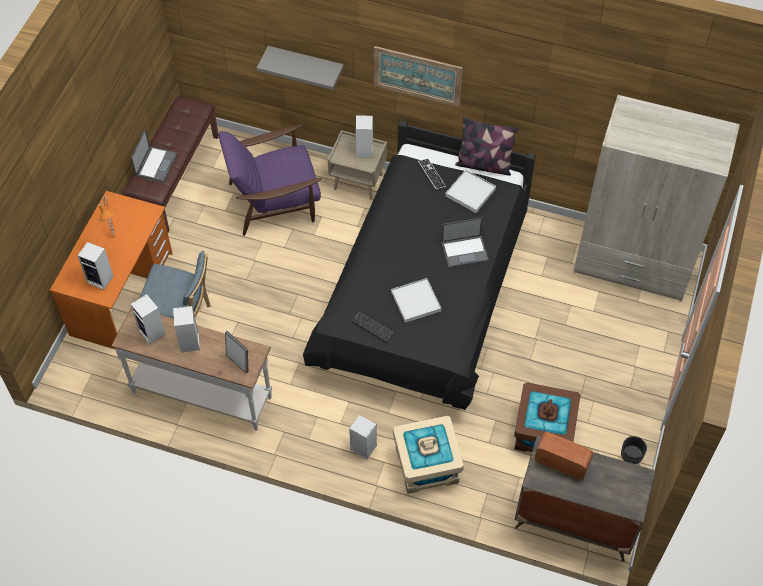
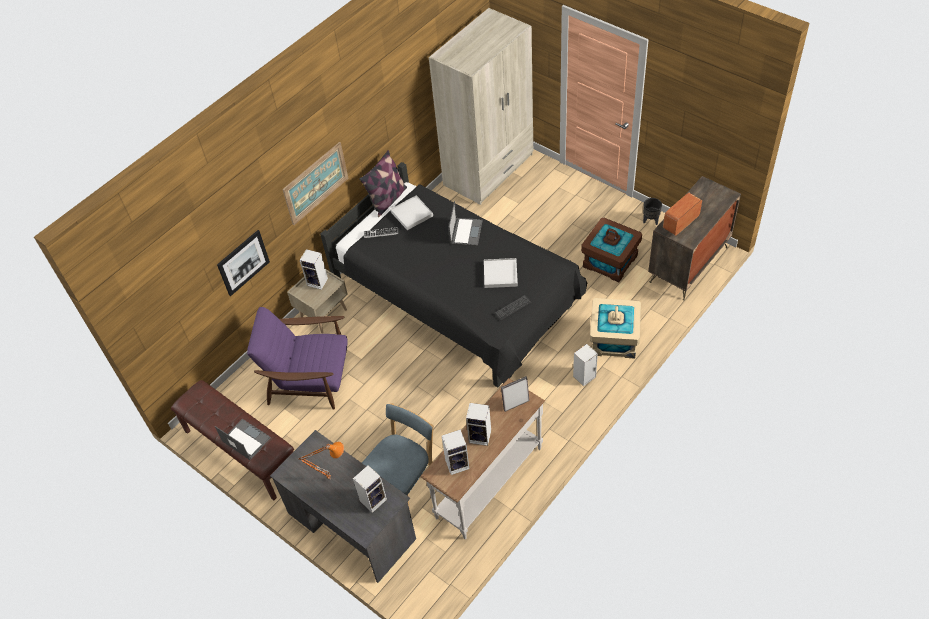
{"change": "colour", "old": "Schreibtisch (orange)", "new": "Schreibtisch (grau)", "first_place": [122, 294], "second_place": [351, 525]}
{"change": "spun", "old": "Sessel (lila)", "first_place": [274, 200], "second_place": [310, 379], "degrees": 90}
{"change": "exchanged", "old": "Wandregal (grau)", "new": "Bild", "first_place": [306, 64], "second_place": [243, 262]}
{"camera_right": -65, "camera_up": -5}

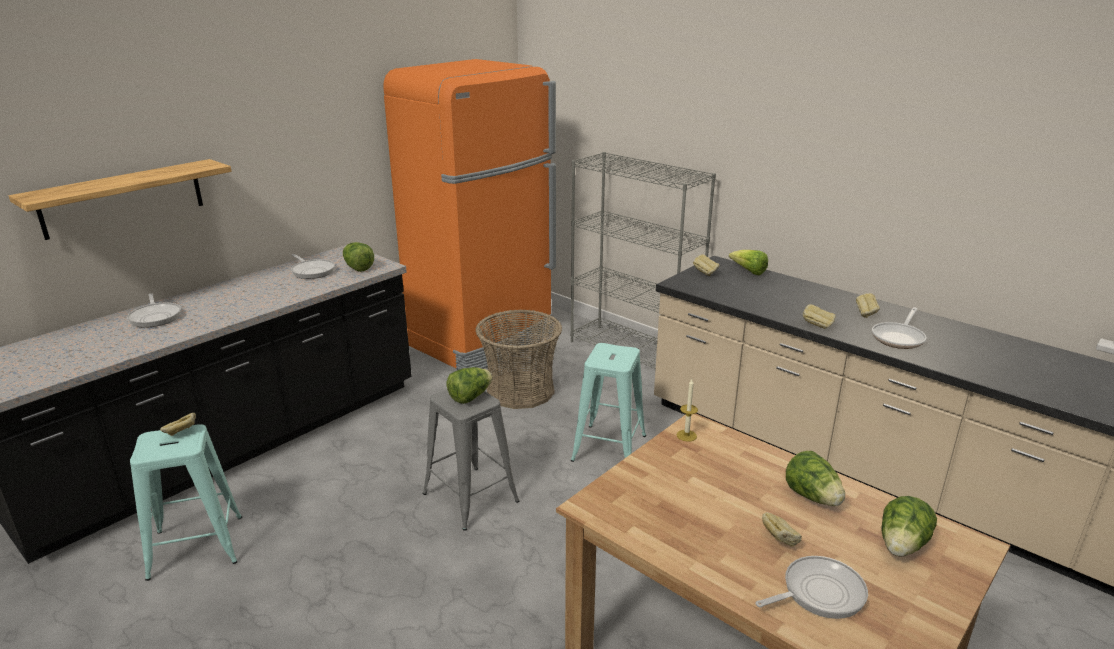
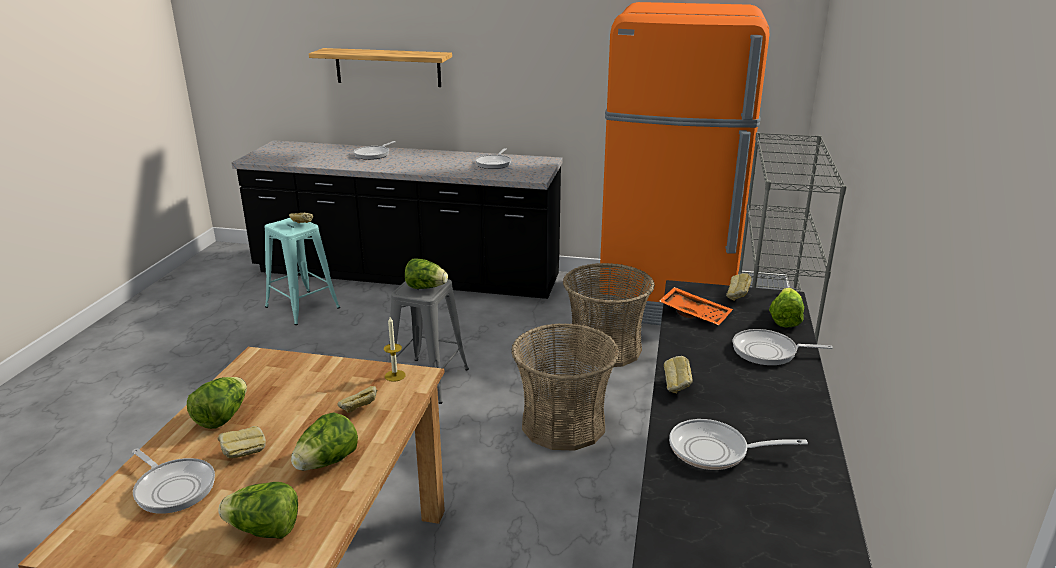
{"change": "relocated", "old": "Salatkopf", "first_place": [357, 268], "second_place": [222, 417]}
{"change": "exchanged", "old": "Hocker (türkis)", "new": "Korb", "first_place": [609, 448], "second_place": [563, 424]}
{"change": "relocated", "old": "Brot", "first_place": [866, 314], "second_place": [359, 411]}
{"change": "appeared", "new": "Tablett (orange)", "second_place": [695, 313]}
{"change": "appeared", "new": "Pfanne", "second_place": [768, 352]}
{"camera_right": 60, "camera_up": 0}

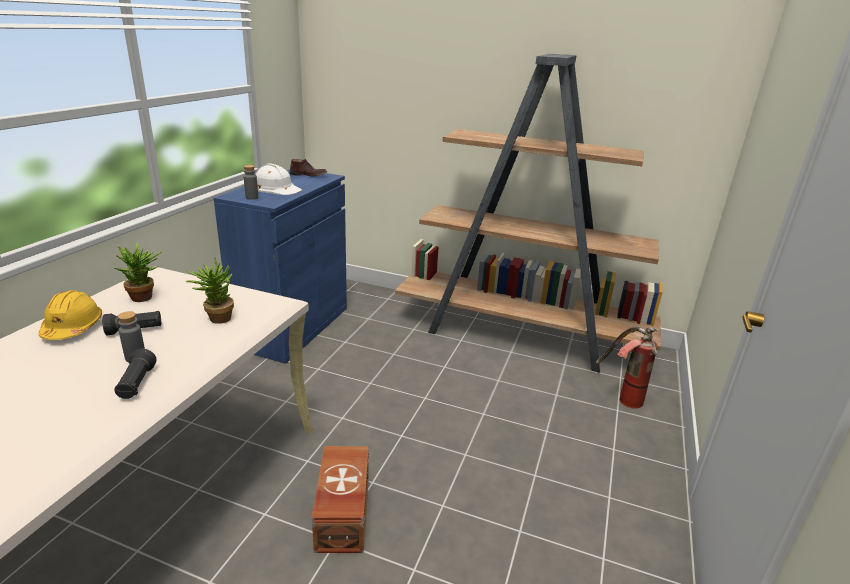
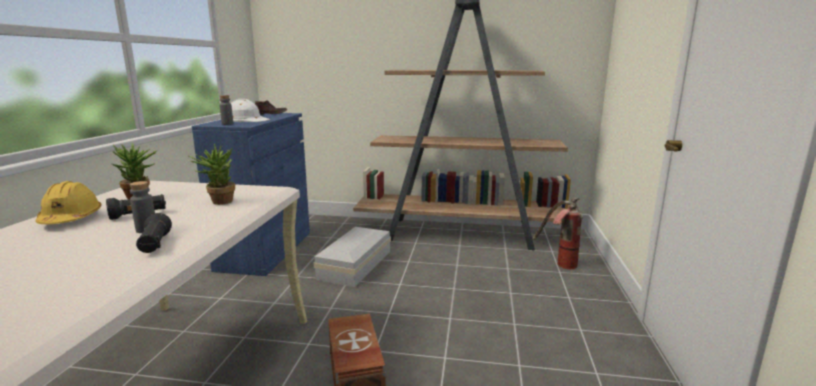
{"change": "appeared", "new": "Aufbewahrungsbox (weiß)", "second_place": [357, 264]}
{"camera_right": -10, "camera_up": -10}

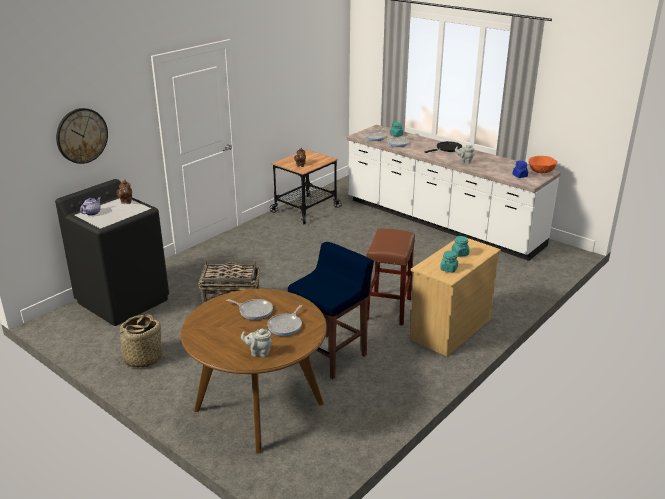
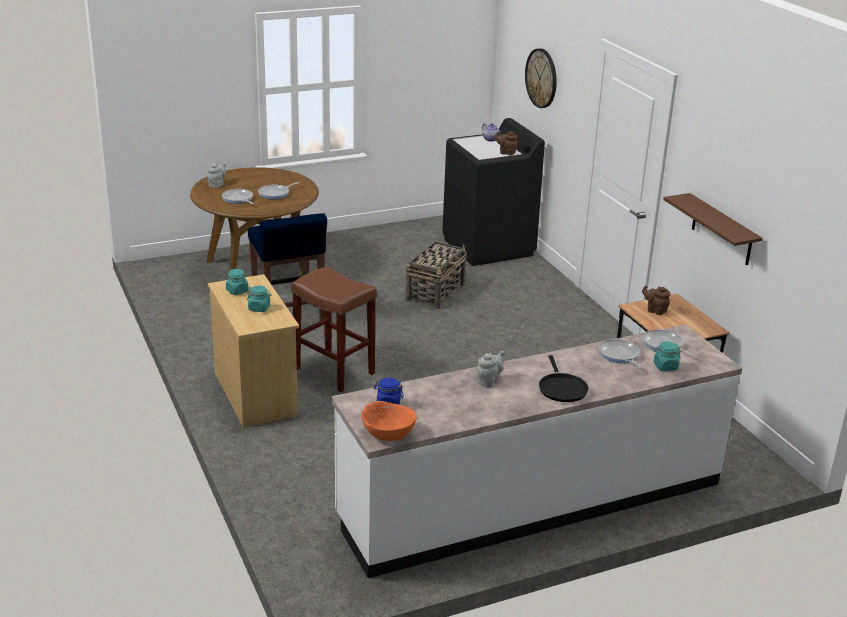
{"change": "missing", "old": "Korb", "first_place": [143, 358]}
{"change": "appeared", "new": "Wandregal (braun)", "second_place": [722, 230]}
{"camera_right": 115, "camera_up": 0}

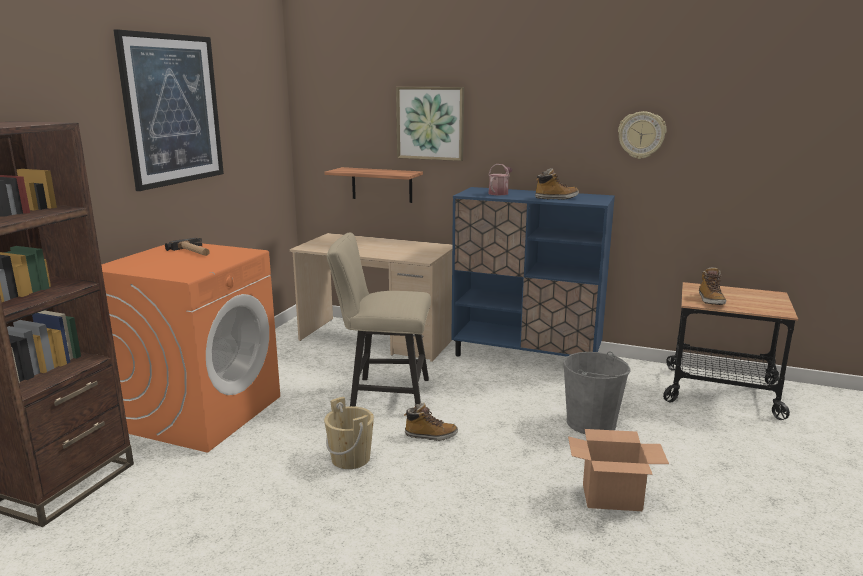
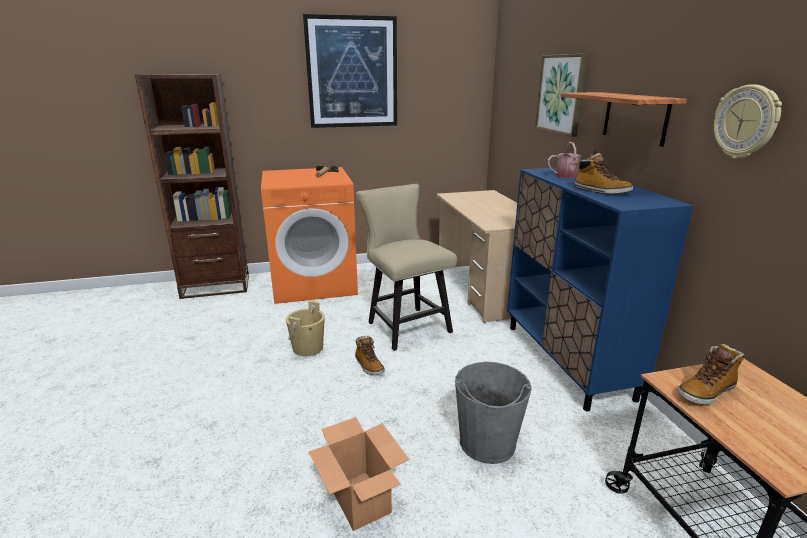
{"change": "relocated", "old": "Wandregal", "first_place": [381, 185], "second_place": [635, 118]}
{"camera_right": 55, "camera_up": 5}

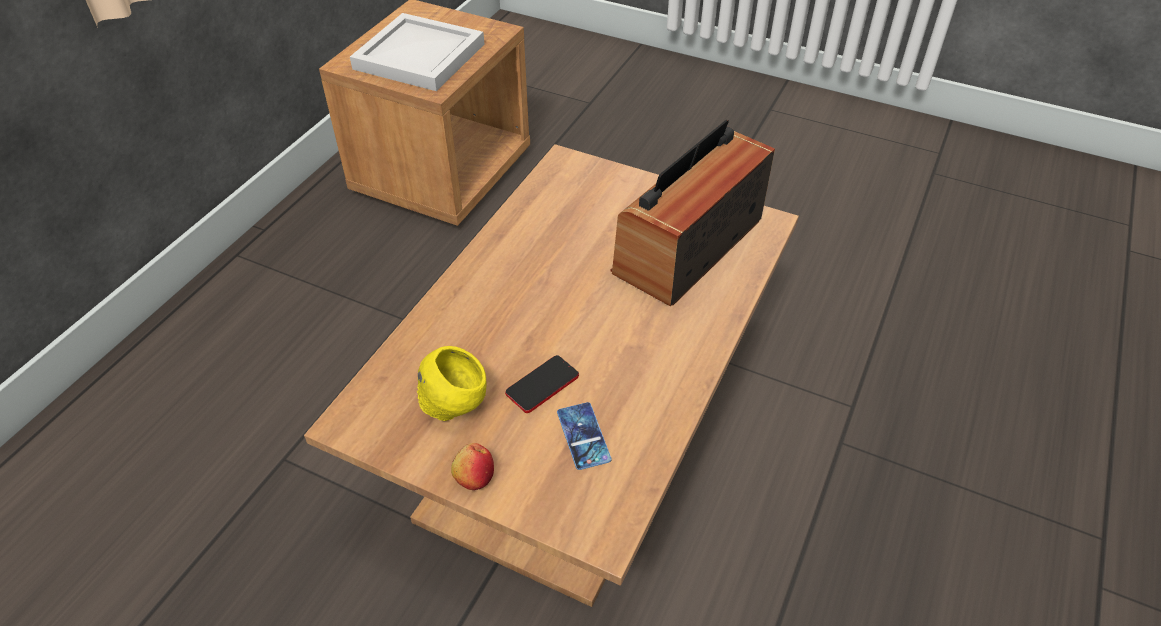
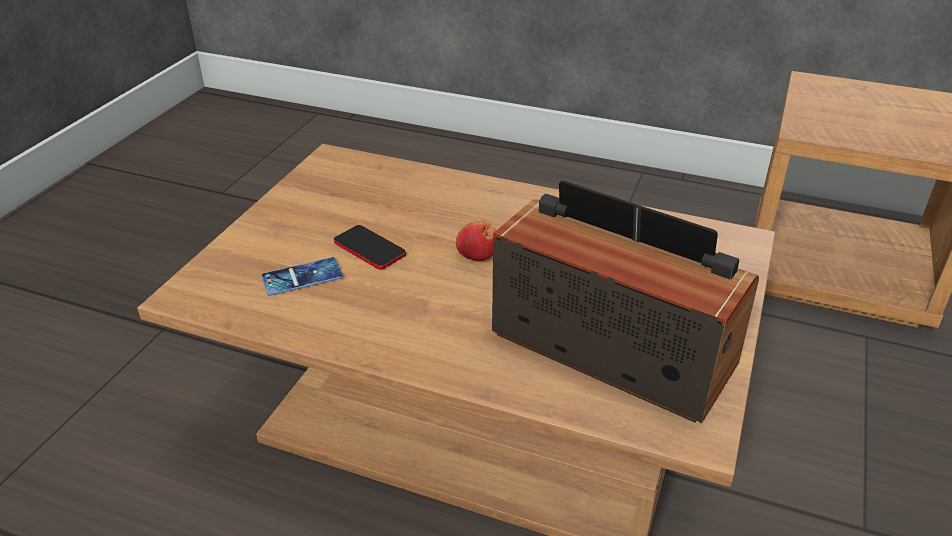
{"change": "missing", "old": "Tablett (weiß)", "first_place": [419, 55]}
{"change": "missing", "old": "Schüssel (gelb)", "first_place": [454, 407]}
{"change": "relocated", "old": "Apfel", "first_place": [474, 477], "second_place": [477, 254]}
{"camera_right": 85, "camera_up": -10}

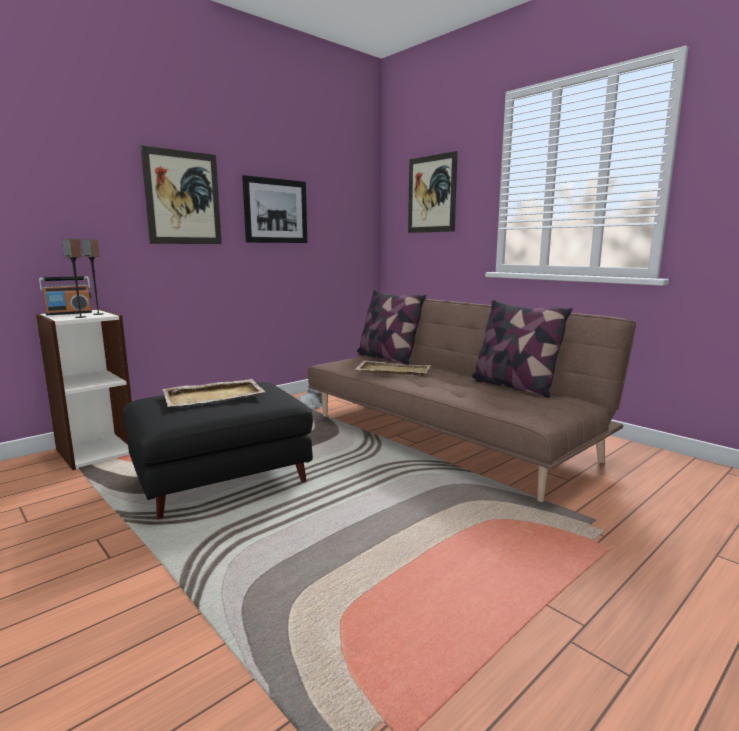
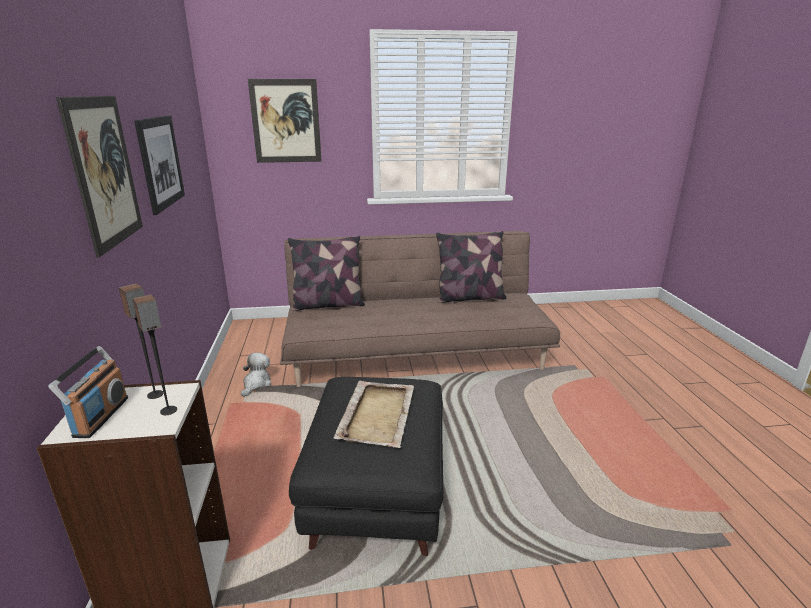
{"change": "missing", "old": "Tablett (beige)", "first_place": [392, 370]}
{"camera_right": -55, "camera_up": 10}

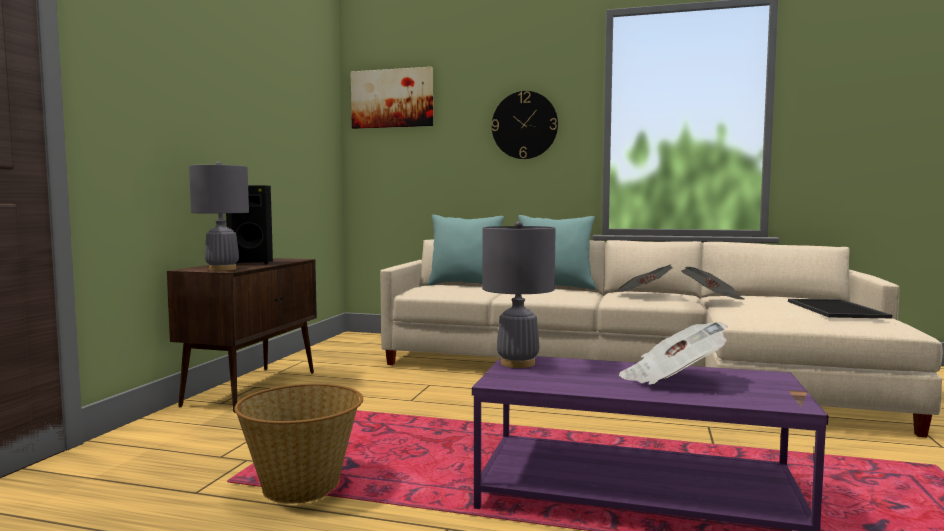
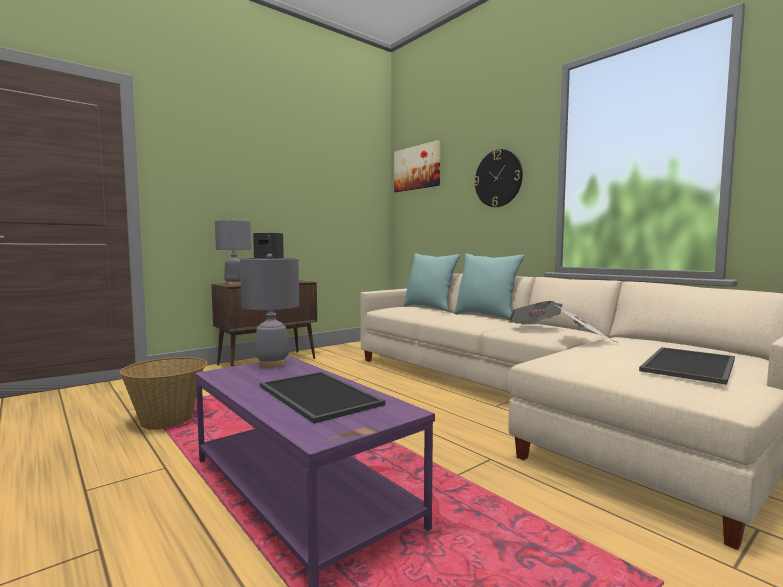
{"change": "exchanged", "old": "Zeitung", "new": "Tablett", "first_place": [671, 379], "second_place": [316, 395]}
{"camera_right": 35, "camera_up": 0}

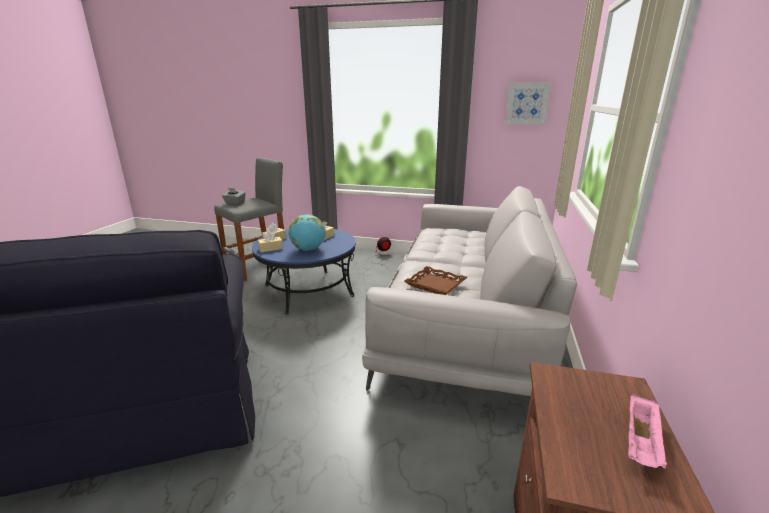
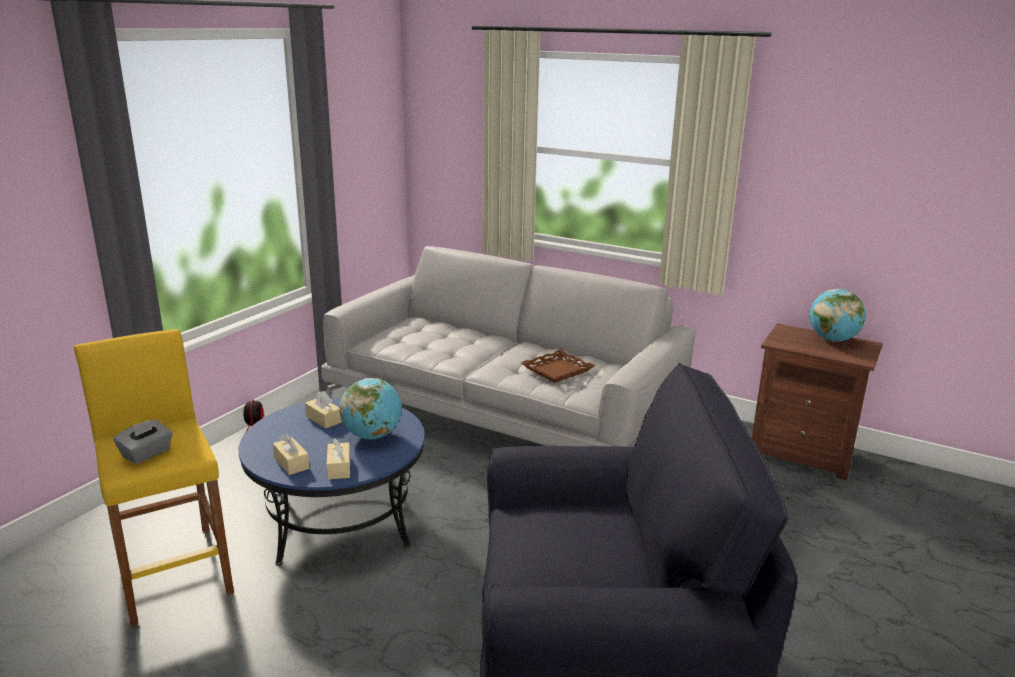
{"change": "colour", "old": "Hocker (grau)", "new": "Hocker (gelb)", "first_place": [259, 267], "second_place": [174, 572]}
{"change": "missing", "old": "Bild", "first_place": [527, 103]}
{"change": "exchanged", "old": "Tablett (rosa)", "new": "Globus", "first_place": [641, 443], "second_place": [832, 339]}
{"camera_right": -75, "camera_up": 0}

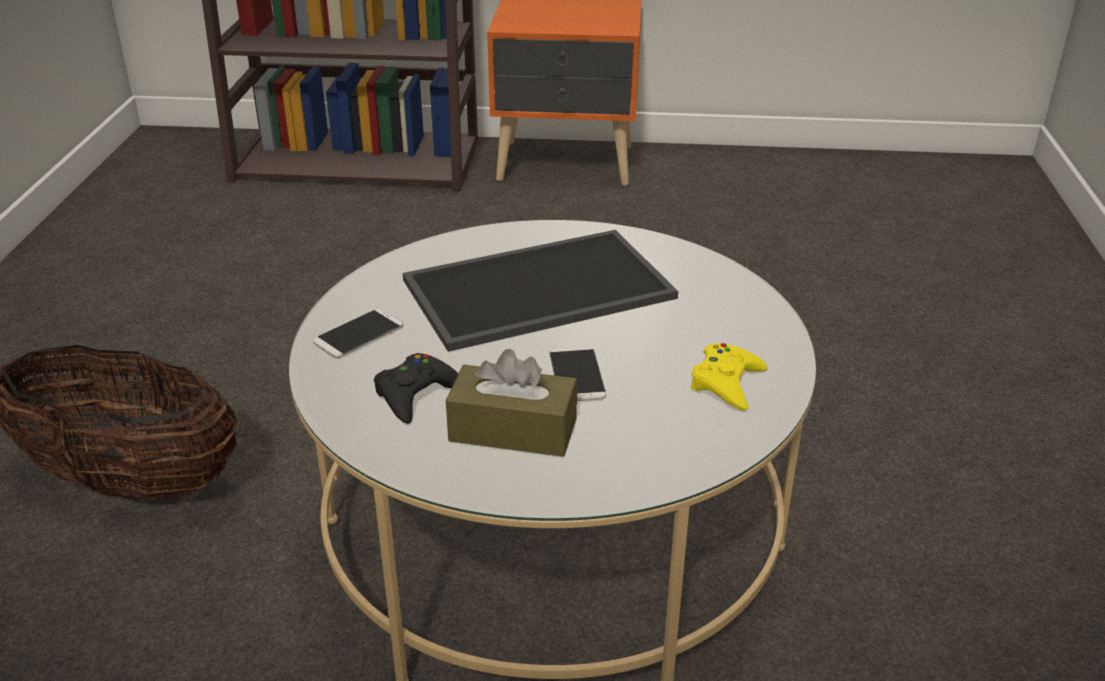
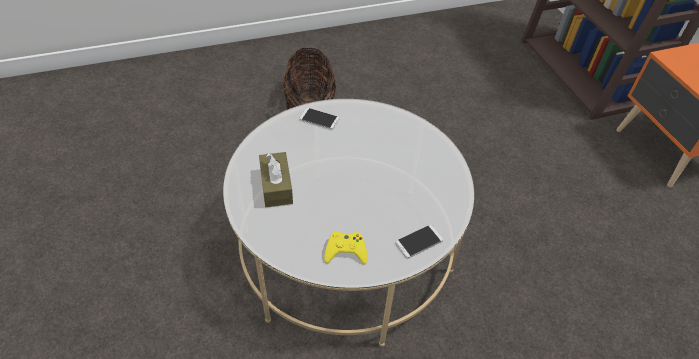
{"change": "missing", "old": "Gamepad (schwarz)", "first_place": [416, 394]}
{"change": "missing", "old": "Tablett", "first_place": [537, 291]}
{"change": "relocated", "old": "Handy", "first_place": [577, 375], "second_place": [419, 241]}
{"camera_right": 65, "camera_up": 15}

